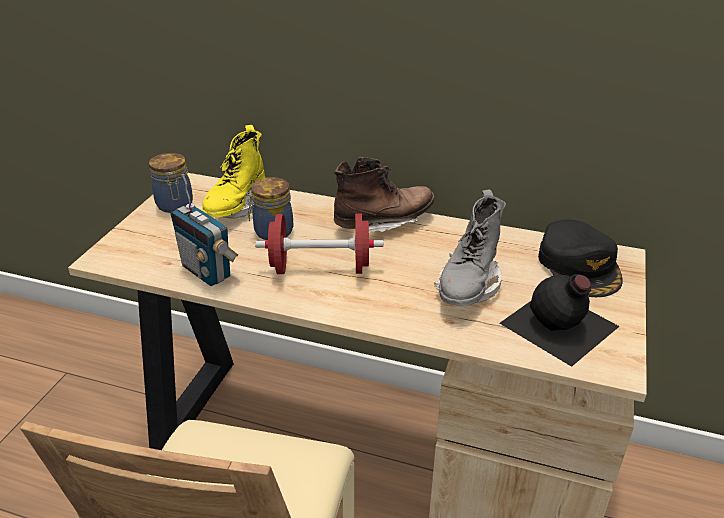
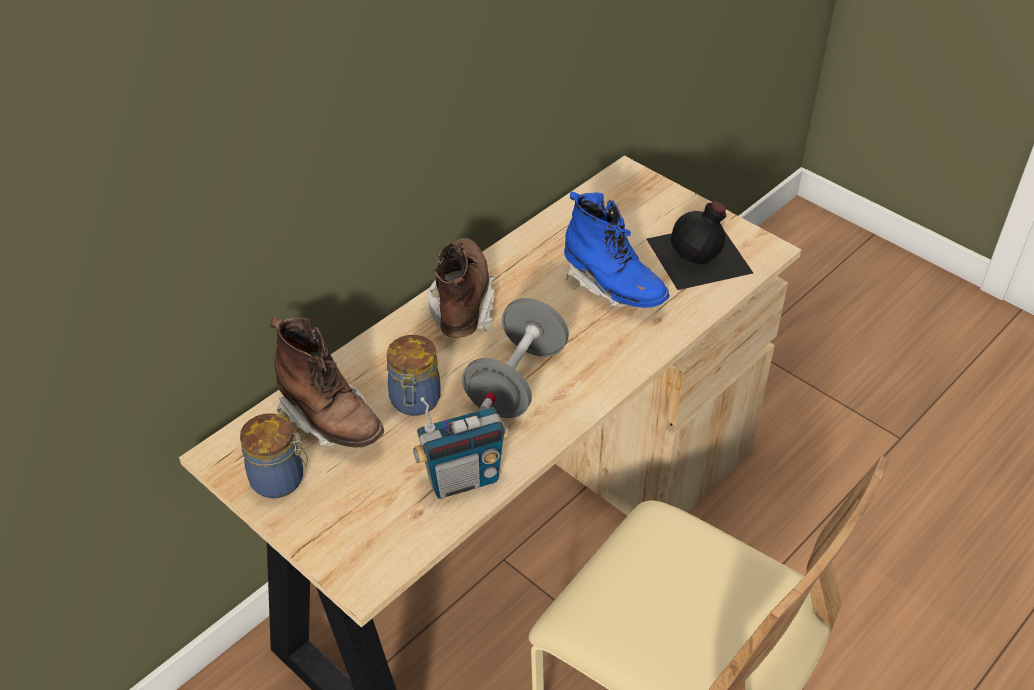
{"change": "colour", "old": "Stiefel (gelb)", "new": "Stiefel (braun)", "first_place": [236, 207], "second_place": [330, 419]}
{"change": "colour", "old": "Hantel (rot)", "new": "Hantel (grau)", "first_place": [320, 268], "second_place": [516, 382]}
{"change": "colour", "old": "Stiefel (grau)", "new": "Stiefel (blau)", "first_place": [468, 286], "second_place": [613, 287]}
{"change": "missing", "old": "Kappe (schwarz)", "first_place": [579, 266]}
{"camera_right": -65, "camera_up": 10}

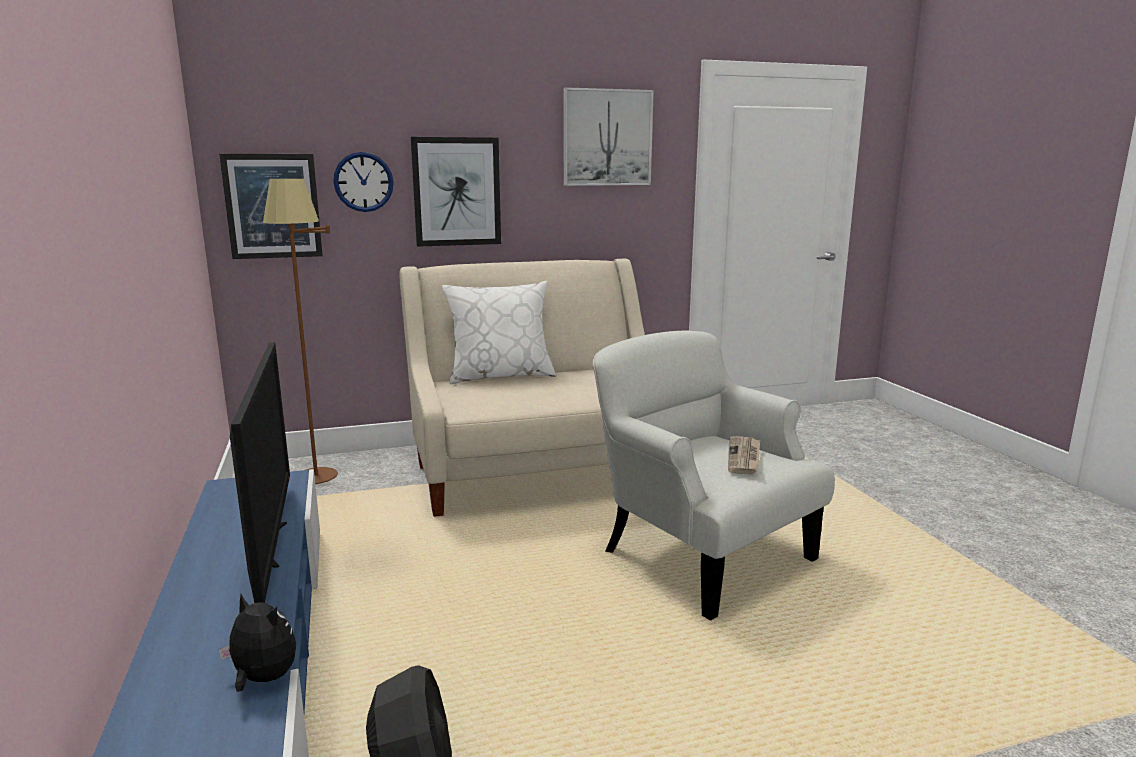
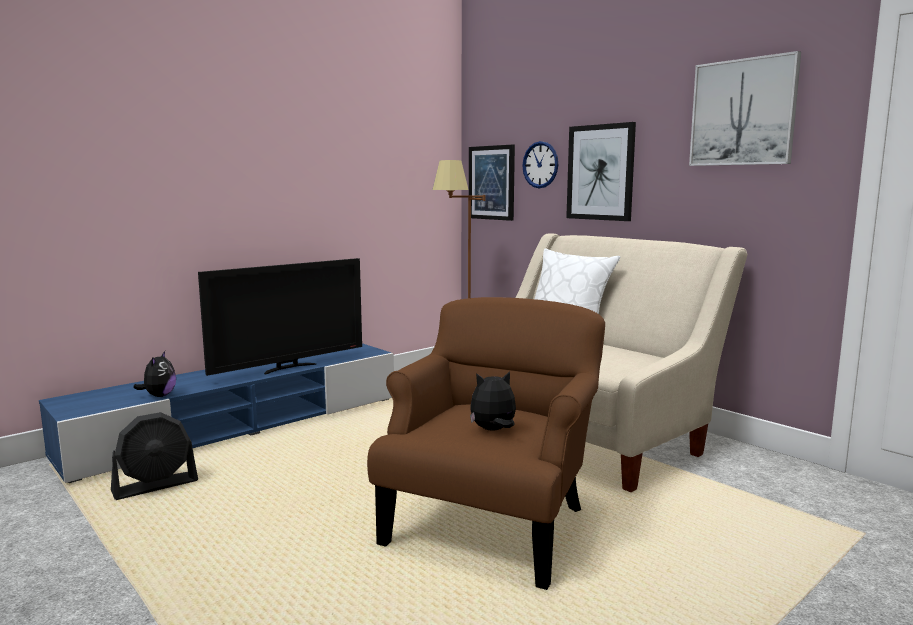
{"change": "colour", "old": "Sessel (weiß)", "new": "Sessel (braun)", "first_place": [700, 554], "second_place": [491, 524]}
{"change": "exchanged", "old": "Zeitung", "new": "Plüschtier", "first_place": [744, 457], "second_place": [493, 430]}
{"camera_right": 65, "camera_up": -5}

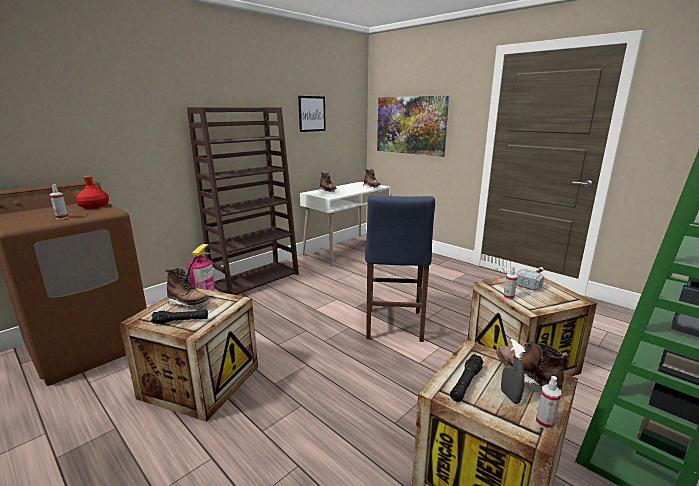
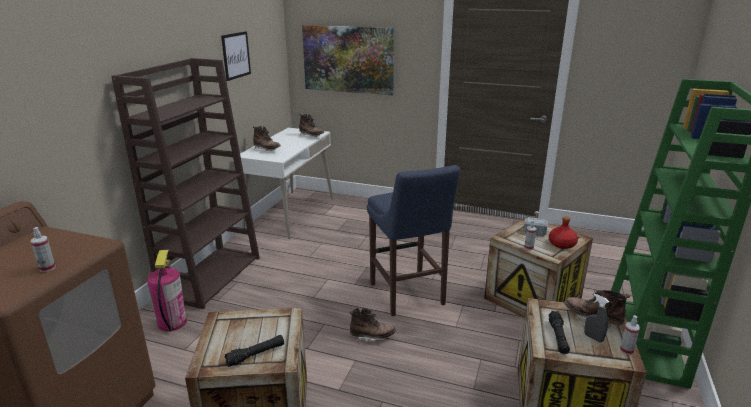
{"change": "relocated", "old": "Flasche (rot)", "first_place": [93, 206], "second_place": [561, 244]}
{"change": "relocated", "old": "Stiefel (braun)", "first_place": [188, 303], "second_place": [372, 336]}
{"camera_right": -25, "camera_up": 5}

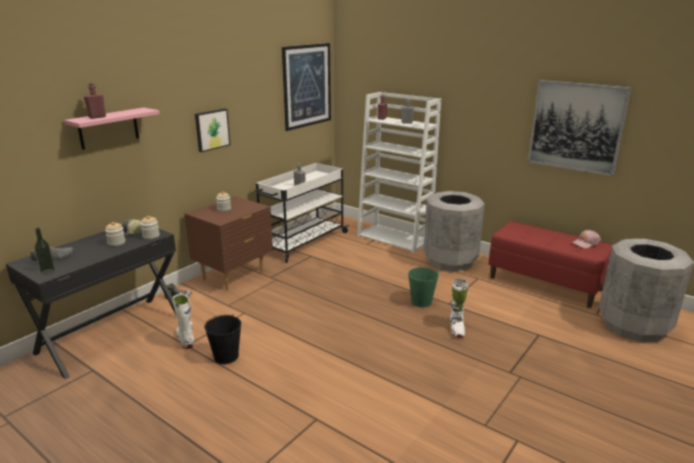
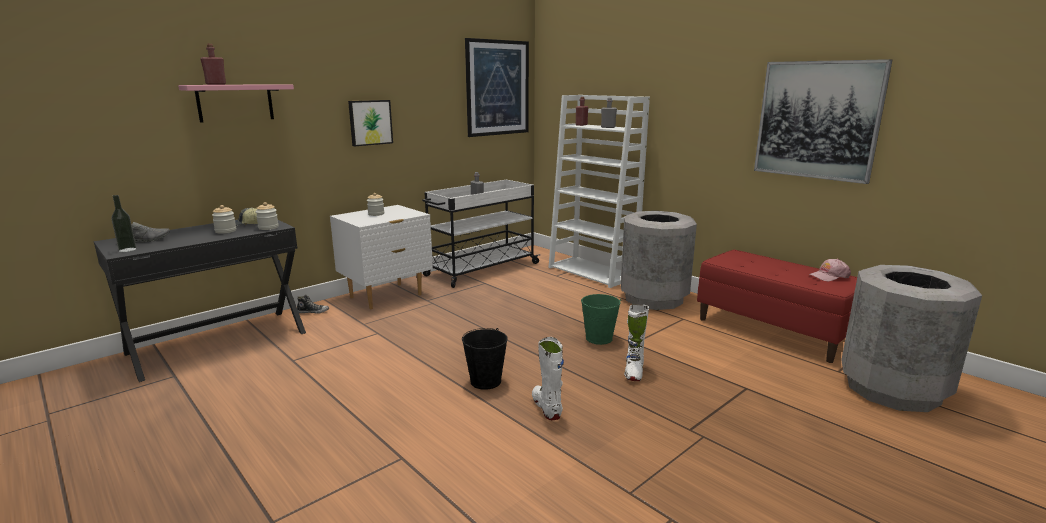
{"change": "relocated", "old": "Stiefel (weiß)", "first_place": [185, 340], "second_place": [546, 407]}
{"change": "colour", "old": "Nachttisch (braun)", "new": "Nachttisch (weiß)", "first_place": [234, 276], "second_place": [386, 296]}
{"change": "relocated", "old": "Eimer (schwarz)", "first_place": [226, 356], "second_place": [486, 381]}
{"camera_right": 10, "camera_up": -5}

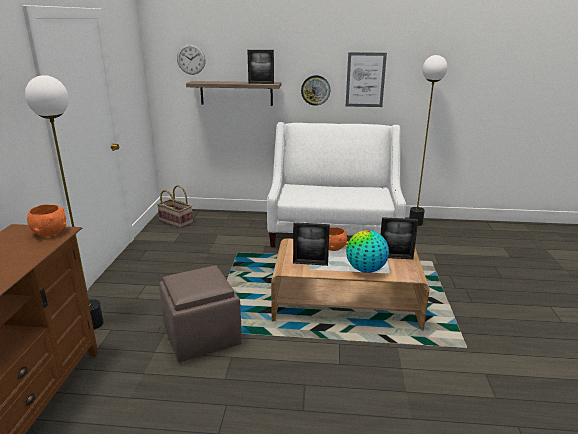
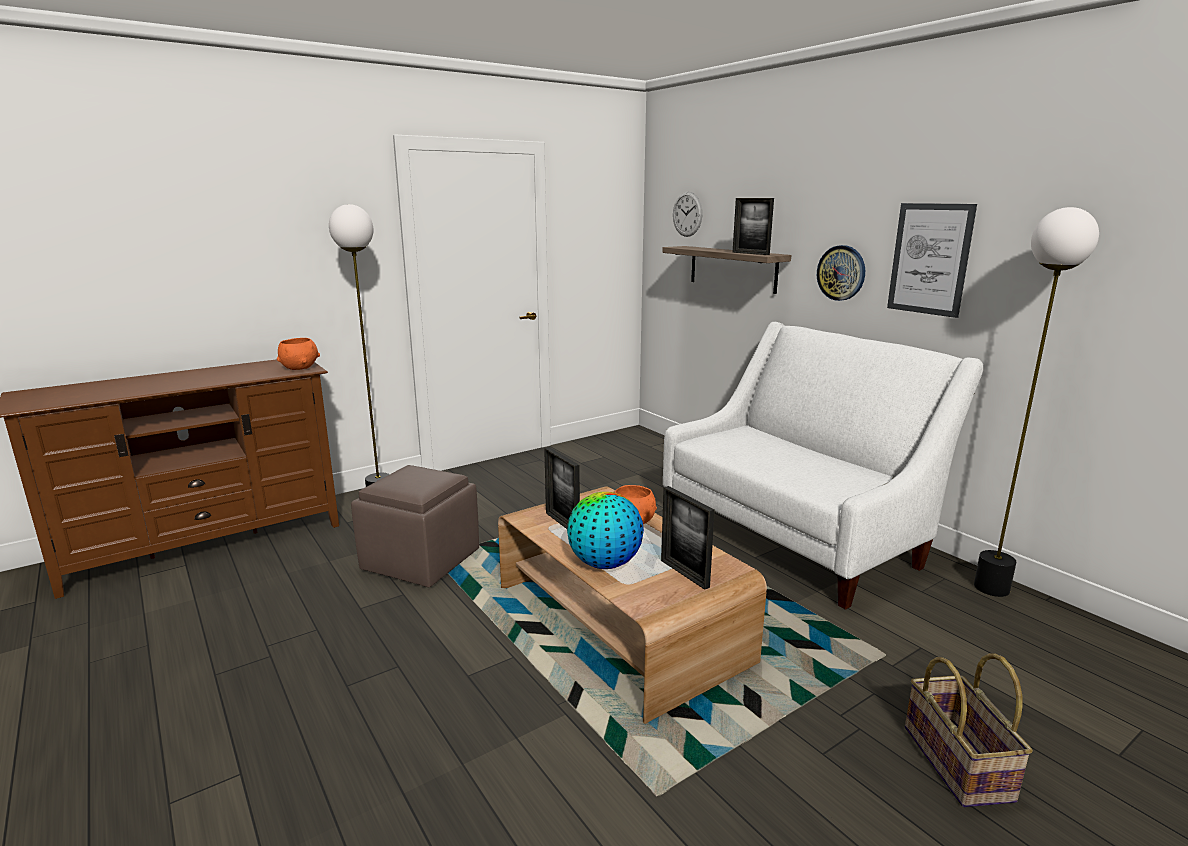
{"change": "relocated", "old": "Korb", "first_place": [176, 221], "second_place": [959, 763]}
{"camera_right": 50, "camera_up": -5}

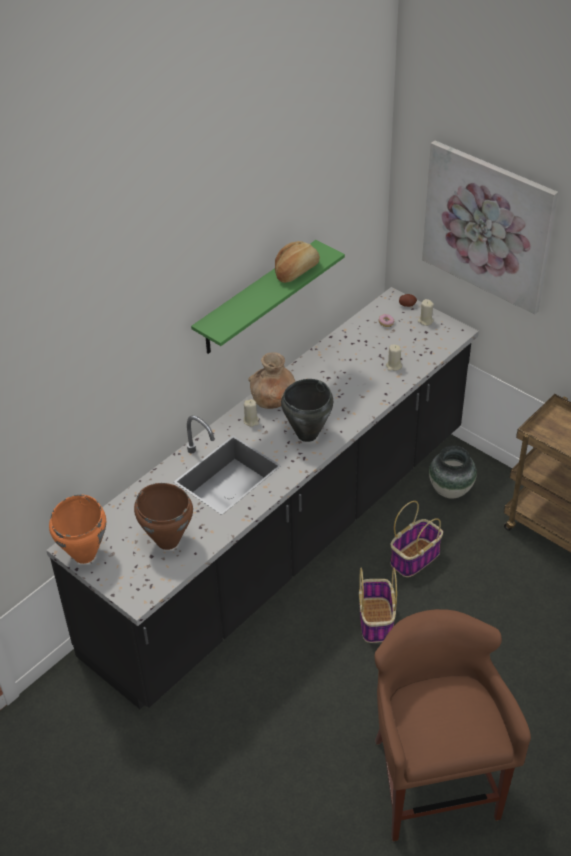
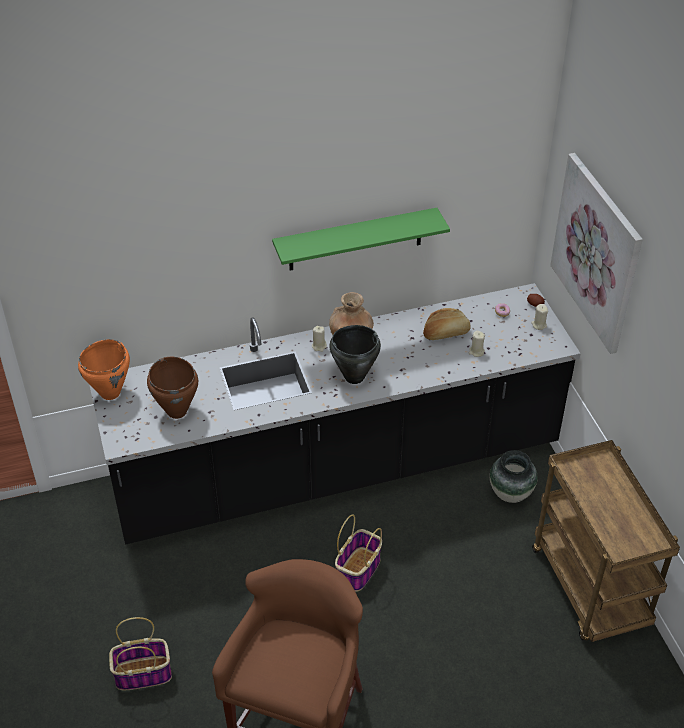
{"change": "relocated", "old": "Brot", "first_place": [296, 271], "second_place": [446, 333]}
{"change": "relocated", "old": "Korb", "first_place": [415, 557], "second_place": [144, 673]}
{"camera_right": 30, "camera_up": 0}

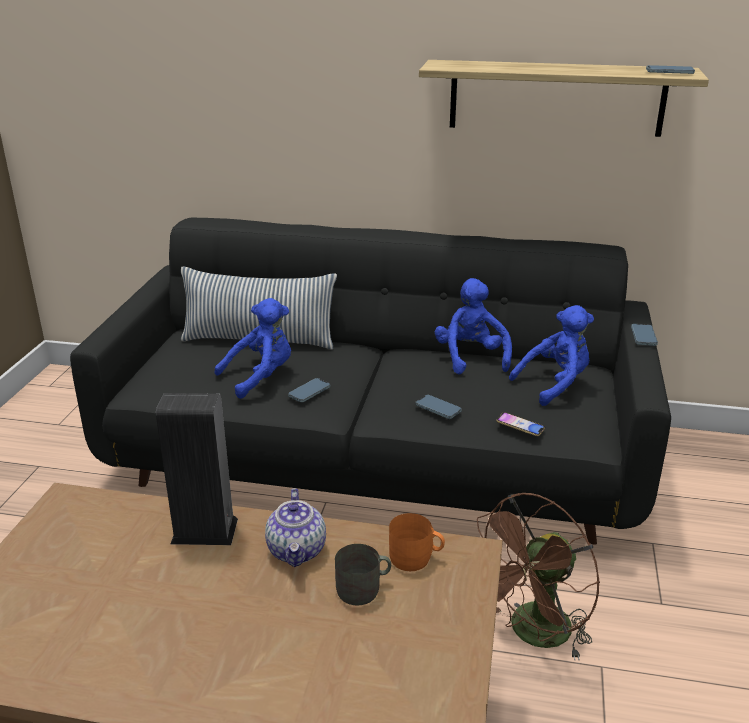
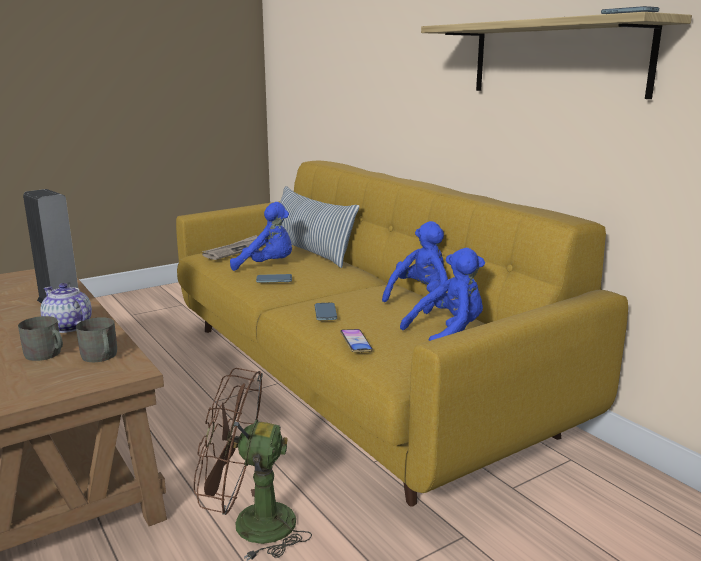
{"change": "colour", "old": "Sofa (schwarz)", "new": "Sofa (gelb)", "first_place": [376, 459], "second_place": [352, 376]}
{"change": "spun", "old": "Teekanne", "first_place": [297, 551], "second_place": [67, 327], "degrees": 90}
{"change": "colour", "old": "Henkelbecher (orange)", "new": "Henkelbecher (grau)", "first_place": [416, 558], "second_place": [100, 357]}
{"change": "spun", "old": "Plüschtier (blau)", "first_place": [555, 384], "second_place": [448, 334], "degrees": -45}
{"change": "missing", "old": "Handy", "first_place": [643, 337]}
{"change": "appeared", "new": "Zeitung", "second_place": [236, 250]}
{"camera_right": 45, "camera_up": -10}

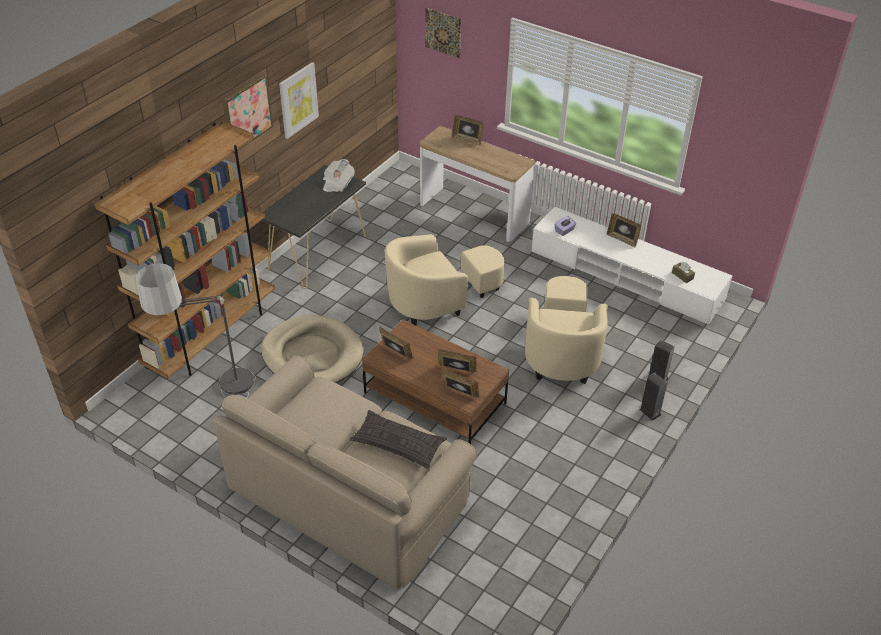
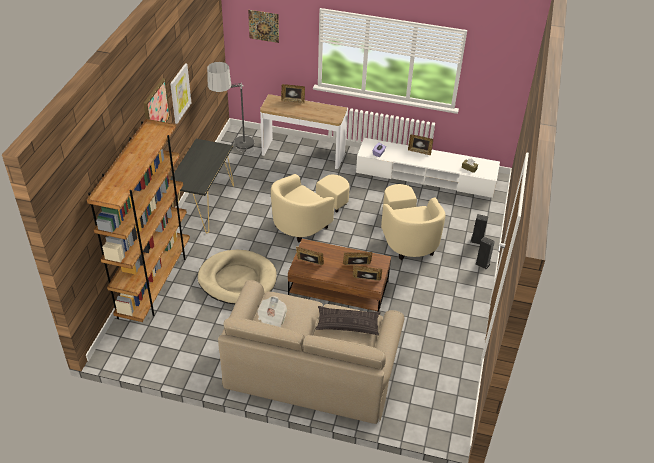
{"change": "relocated", "old": "Stehlampe", "first_place": [214, 398], "second_place": [236, 153]}
{"change": "relocated", "old": "Zeitung", "first_place": [337, 184], "second_place": [271, 320]}
{"camera_right": -20, "camera_up": 0}

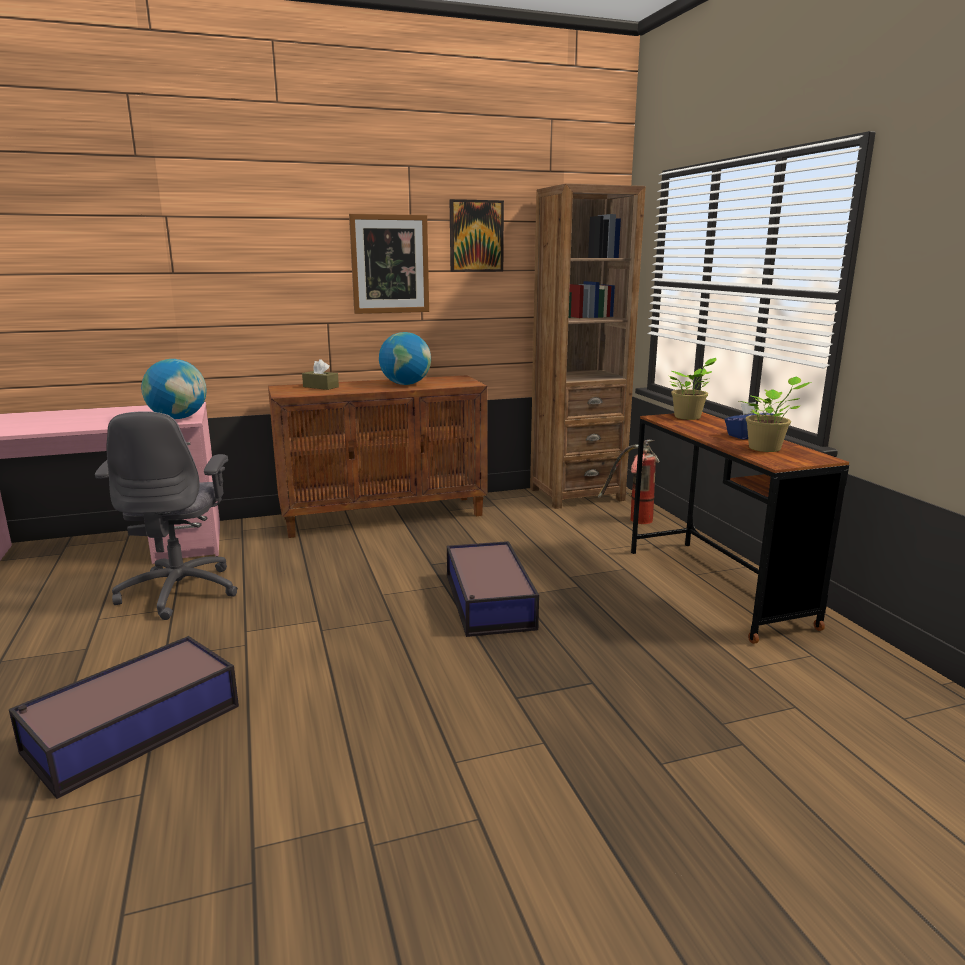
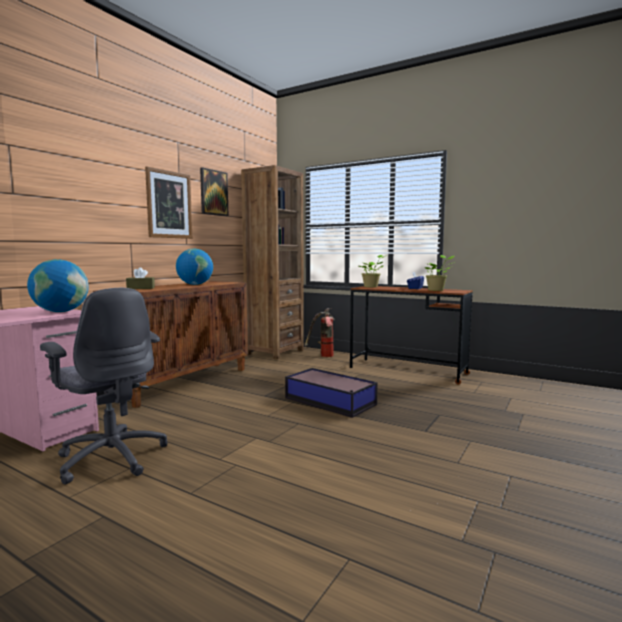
{"change": "missing", "old": "Aufbewahrungsbox", "first_place": [131, 729]}
{"camera_right": -40, "camera_up": -10}

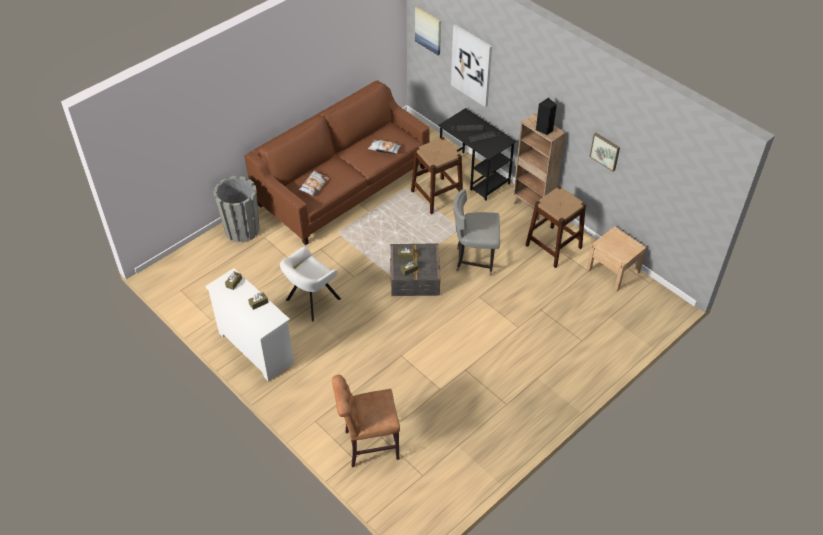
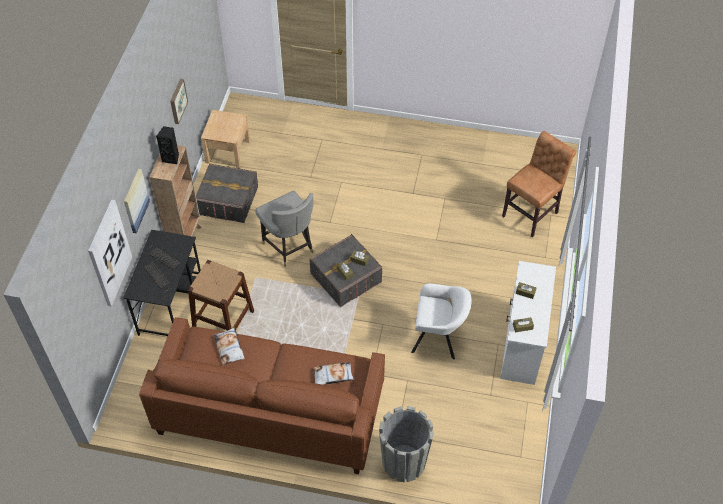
{"change": "spun", "old": "Stuhl (braun)", "first_place": [368, 445], "second_place": [532, 213], "degrees": -90}
{"change": "relocated", "old": "Bild", "first_place": [428, 30], "second_place": [135, 201]}
{"change": "exchanged", "old": "Hocker (braun)", "new": "Aufbewahrungsbox (grau)", "first_place": [553, 246], "second_place": [228, 200]}
{"camera_right": -125, "camera_up": 5}

